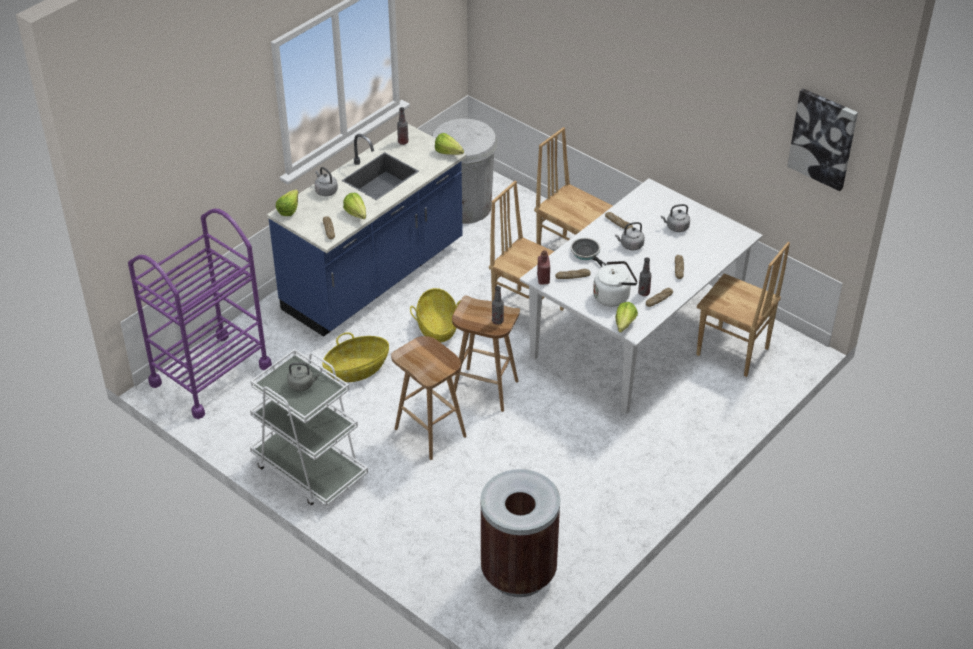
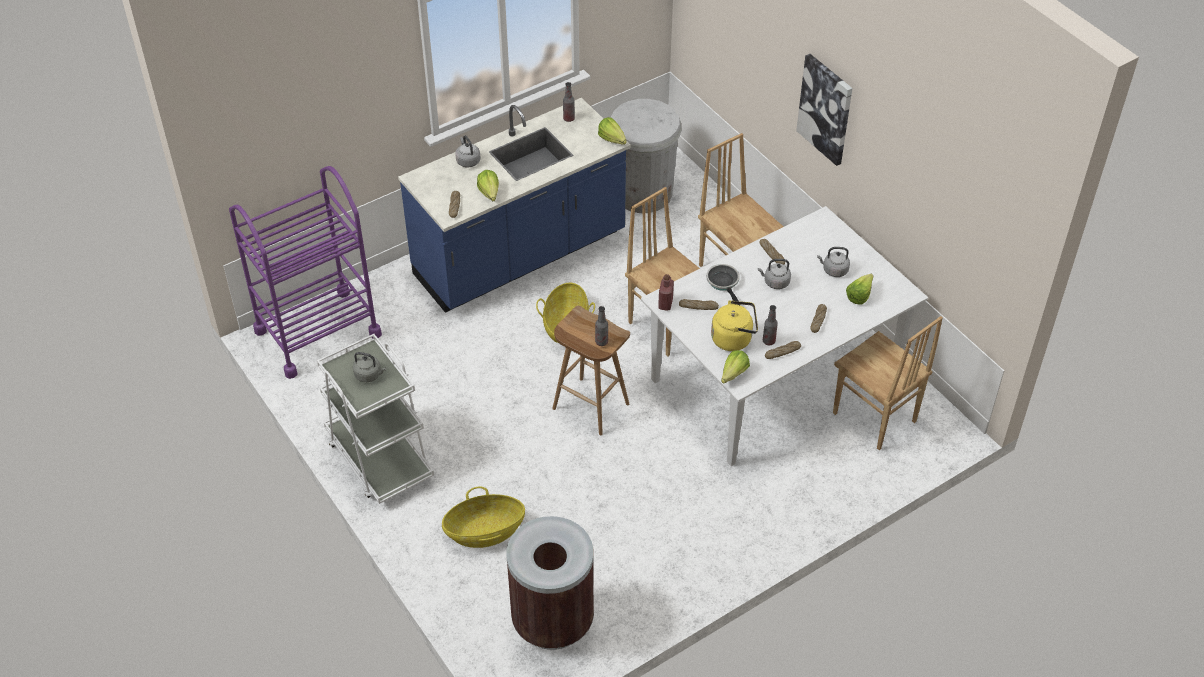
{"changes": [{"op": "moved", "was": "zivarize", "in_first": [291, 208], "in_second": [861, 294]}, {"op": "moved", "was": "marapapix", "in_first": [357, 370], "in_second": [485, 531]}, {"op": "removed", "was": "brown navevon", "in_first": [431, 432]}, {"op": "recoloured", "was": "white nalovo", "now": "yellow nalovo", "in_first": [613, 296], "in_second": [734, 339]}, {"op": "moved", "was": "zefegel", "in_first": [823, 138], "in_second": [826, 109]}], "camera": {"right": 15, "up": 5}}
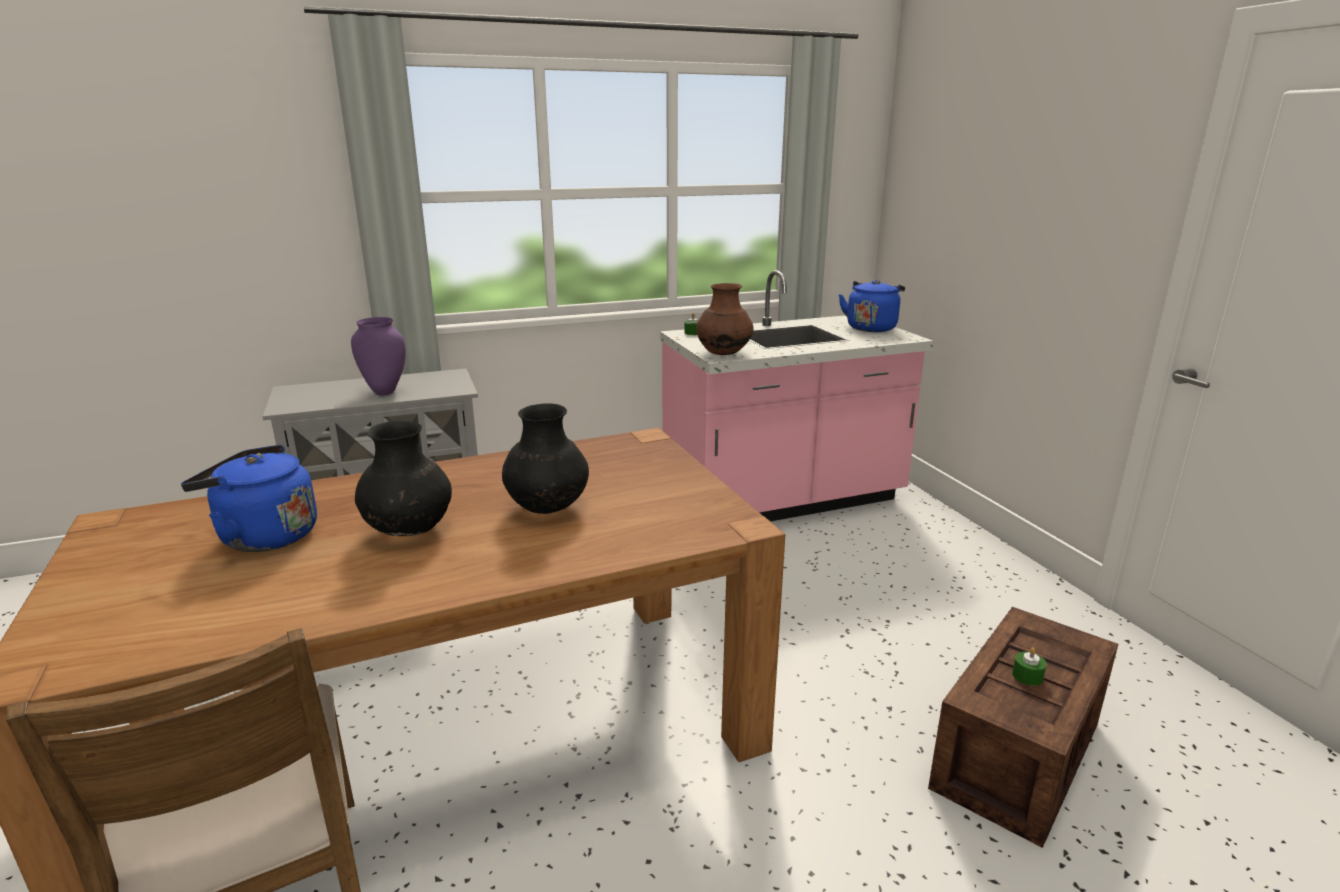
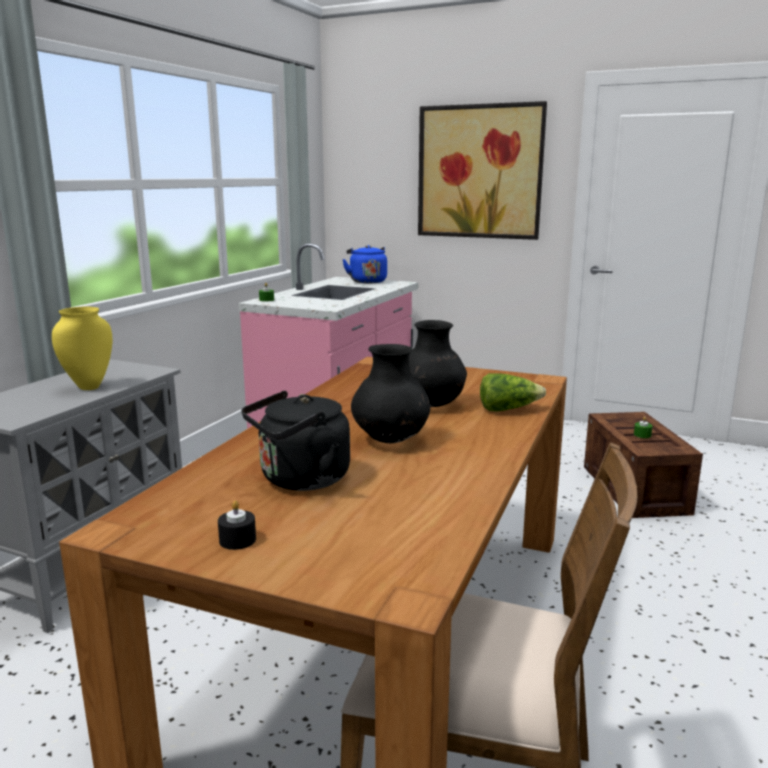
{"changes": [{"op": "recoloured", "was": "blue nalovo", "now": "black nalovo", "in_first": [263, 536], "in_second": [300, 480]}, {"op": "recoloured", "was": "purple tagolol", "now": "yellow tagolol", "in_first": [385, 392], "in_second": [88, 387]}, {"op": "removed", "was": "brown tagolol", "in_first": [723, 354]}, {"op": "added", "now": "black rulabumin", "in_second": [237, 540]}, {"op": "added", "now": "zefegel", "in_second": [479, 172]}, {"op": "added", "now": "zivarize", "in_second": [508, 409]}], "camera": {"right": -45, "up": -5}}
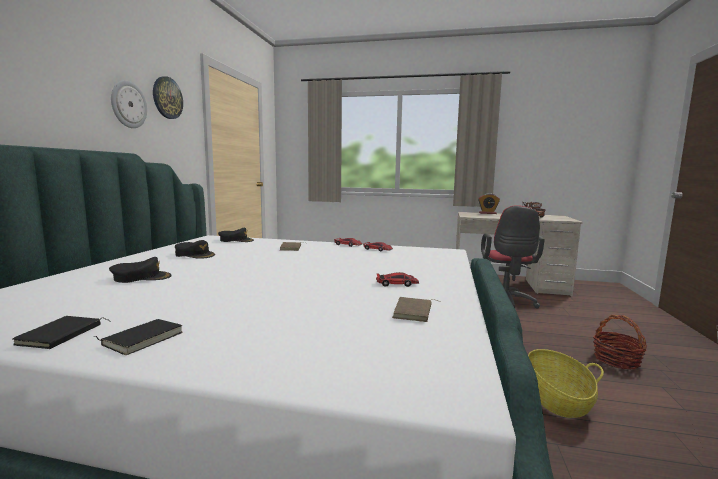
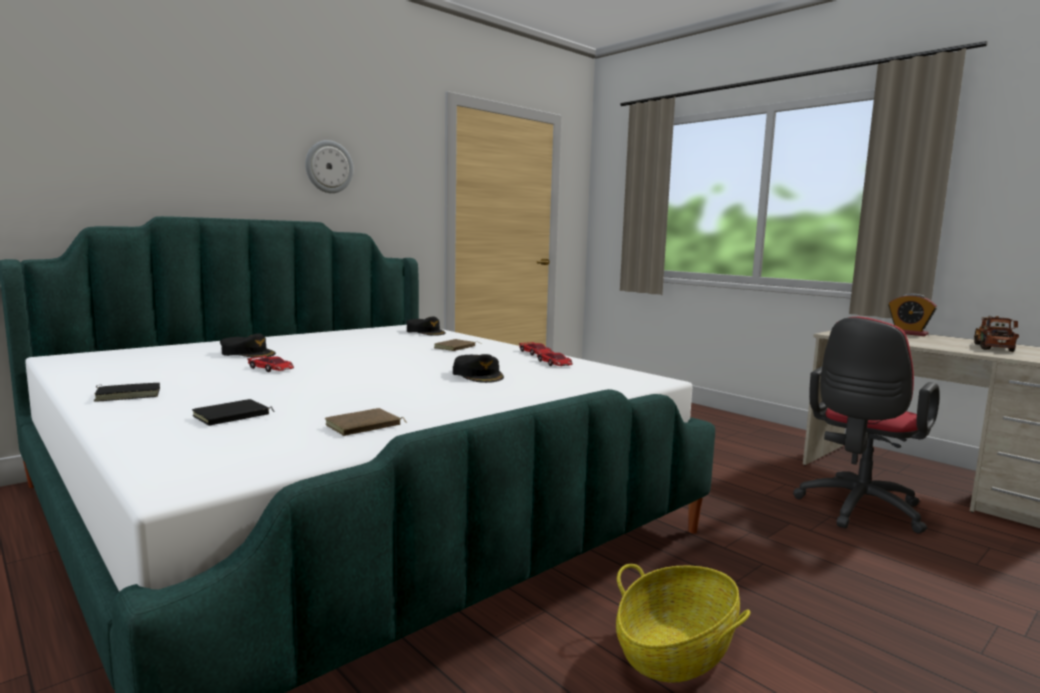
{"changes": [{"op": "moved", "was": "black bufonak", "in_first": [61, 336], "in_second": [232, 417]}, {"op": "removed", "was": "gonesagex", "in_first": [167, 98]}, {"op": "moved", "was": "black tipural", "in_first": [195, 255], "in_second": [478, 375]}, {"op": "moved", "was": "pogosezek", "in_first": [397, 283], "in_second": [271, 368]}, {"op": "removed", "was": "marapapix", "in_first": [616, 360]}], "camera": {"right": 35, "up": 0}}
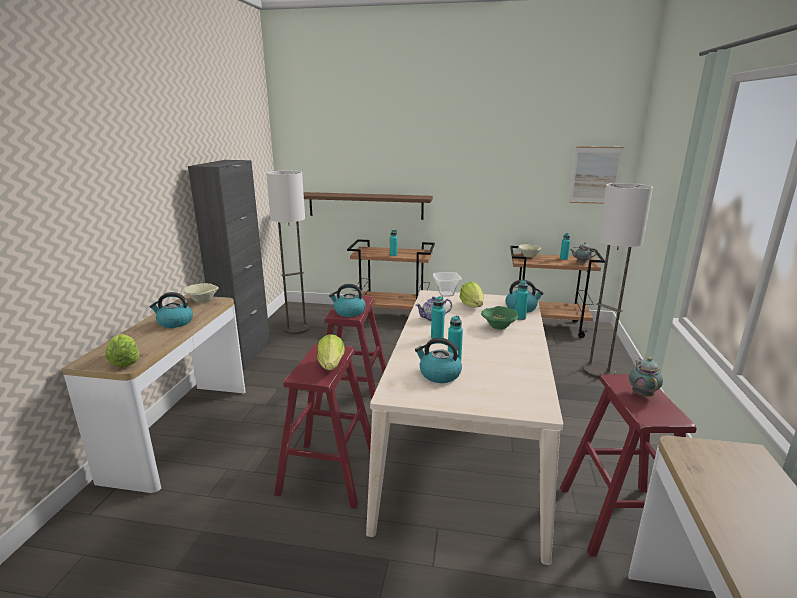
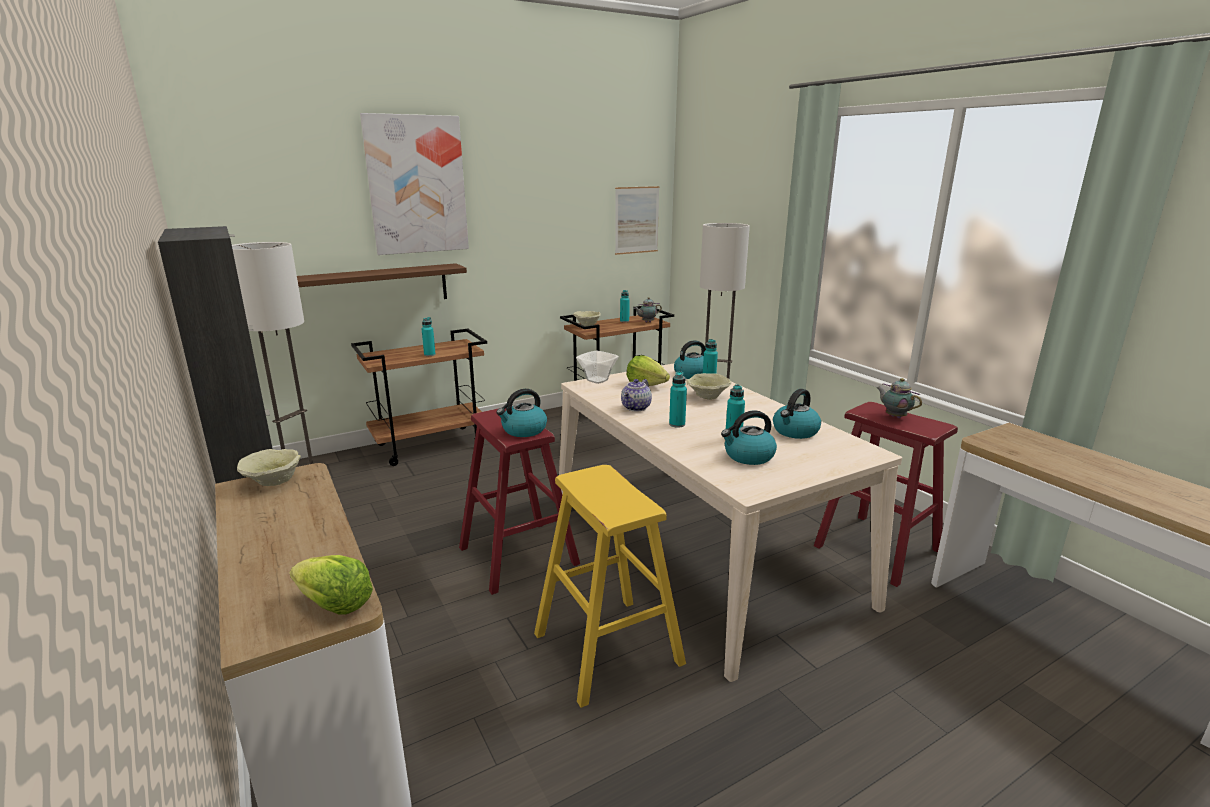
{"changes": [{"op": "moved", "was": "nalovo", "in_first": [174, 322], "in_second": [795, 431]}, {"op": "recoloured", "was": "red navevon", "now": "yellow navevon", "in_first": [328, 473], "in_second": [607, 648]}, {"op": "removed", "was": "zivarize", "in_first": [331, 365]}, {"op": "recoloured", "was": "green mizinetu", "now": "beige mizinetu", "in_first": [498, 327], "in_second": [707, 397]}, {"op": "added", "now": "zefegel", "in_second": [417, 185]}], "camera": {"right": -40, "up": 0}}
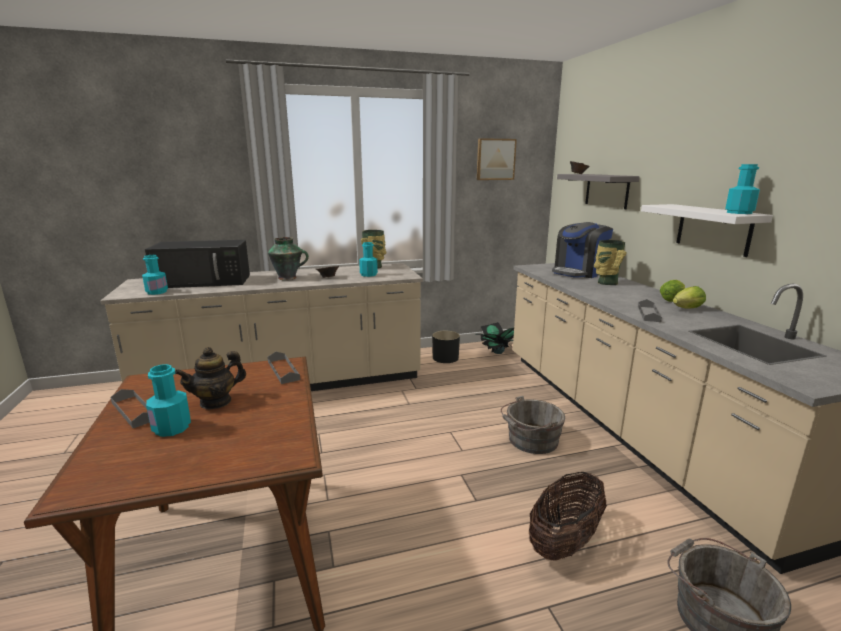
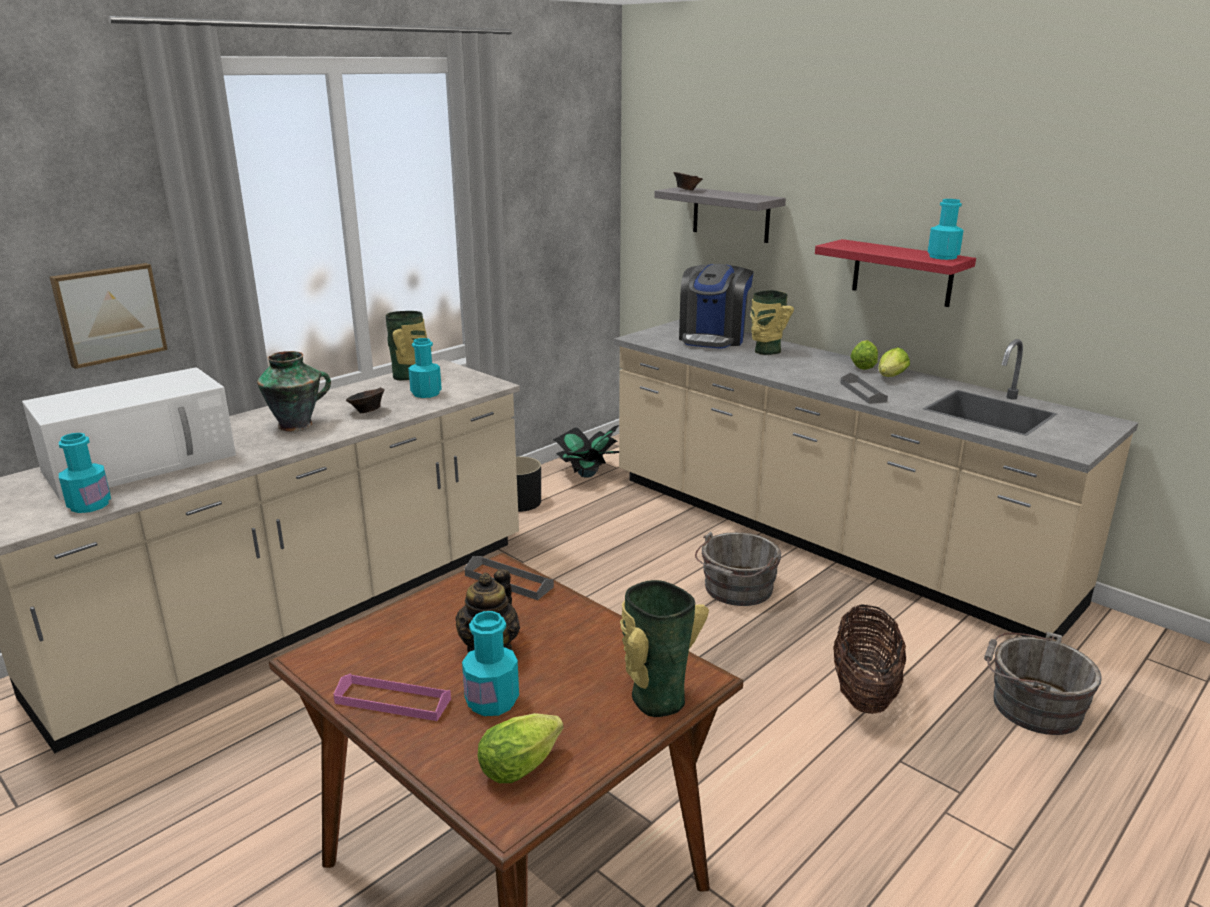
{"changes": [{"op": "recoloured", "was": "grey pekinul", "now": "pink pekinul", "in_first": [134, 411], "in_second": [393, 701]}, {"op": "recoloured", "was": "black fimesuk", "now": "white fimesuk", "in_first": [205, 281], "in_second": [143, 462]}, {"op": "moved", "was": "zefegel", "in_first": [495, 159], "in_second": [109, 314]}, {"op": "recoloured", "was": "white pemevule", "now": "red pemevule", "in_first": [713, 229], "in_second": [902, 273]}, {"op": "added", "now": "zivarize", "in_second": [524, 764]}, {"op": "added", "now": "tagolol", "in_second": [655, 697]}], "camera": {"right": -30, "up": 5}}
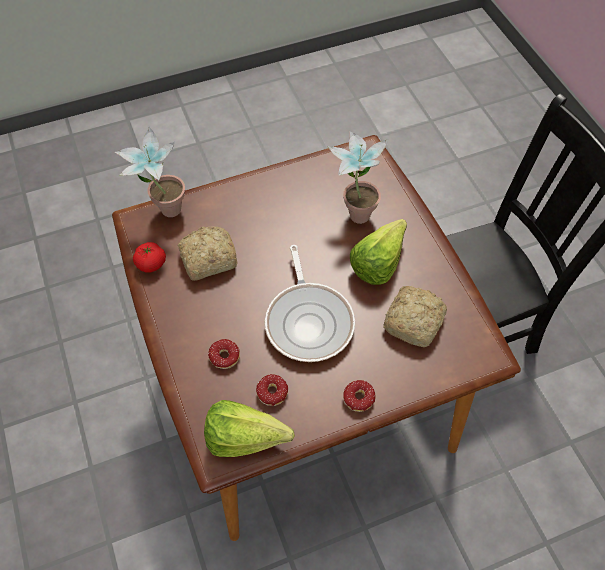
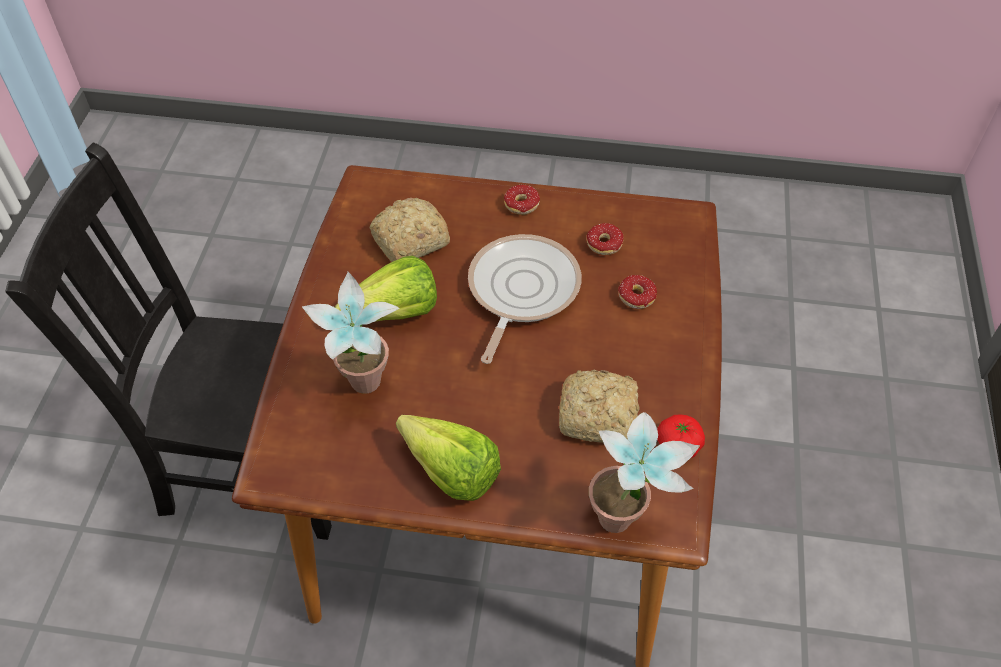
{"changes": [{"op": "moved", "was": "zivarize", "in_first": [251, 441], "in_second": [445, 466]}], "camera": {"right": -150, "up": -5}}
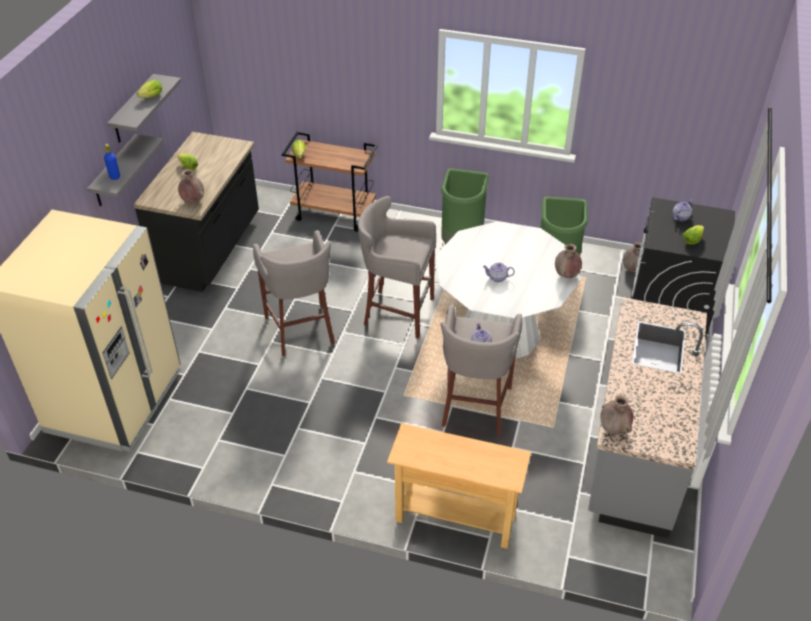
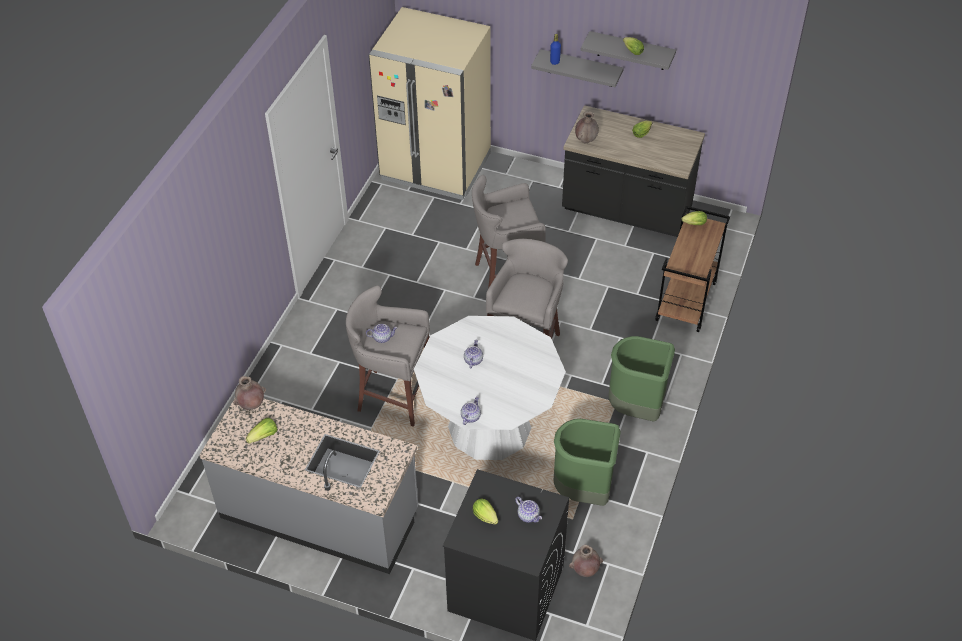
{"changes": [{"op": "removed", "was": "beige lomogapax", "in_first": [455, 518]}, {"op": "replaced", "was": "brown tagolol", "now": "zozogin", "in_first": [566, 275], "in_second": [470, 416]}, {"op": "added", "now": "zivarize", "in_second": [264, 436]}], "camera": {"right": 95, "up": 5}}
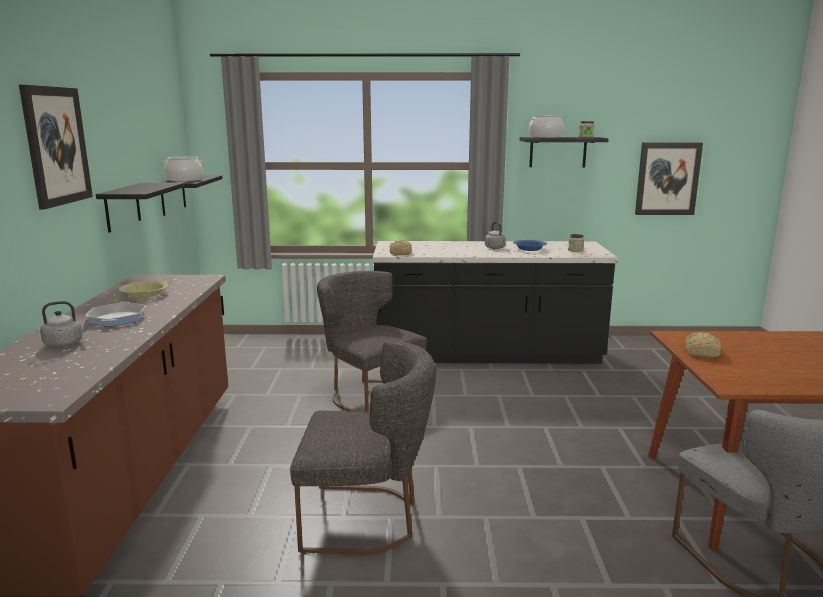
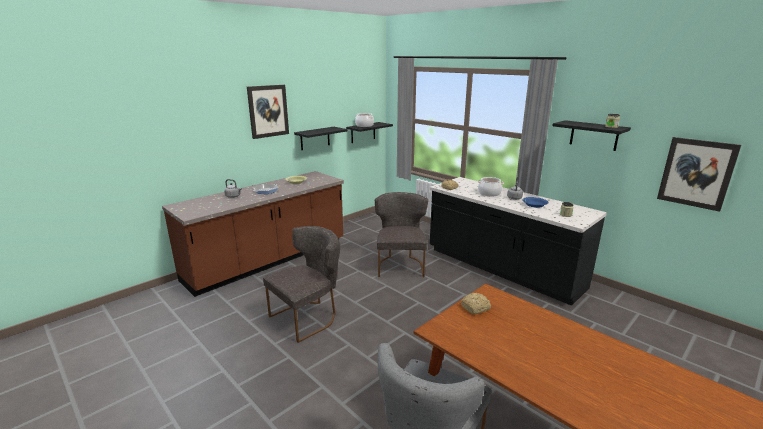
{"changes": [{"op": "turned", "was": "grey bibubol", "in_first": [367, 519], "in_second": [308, 317], "clockwise": -90}, {"op": "moved", "was": "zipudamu", "in_first": [545, 137], "in_second": [489, 193]}], "camera": {"right": 45, "up": 5}}
